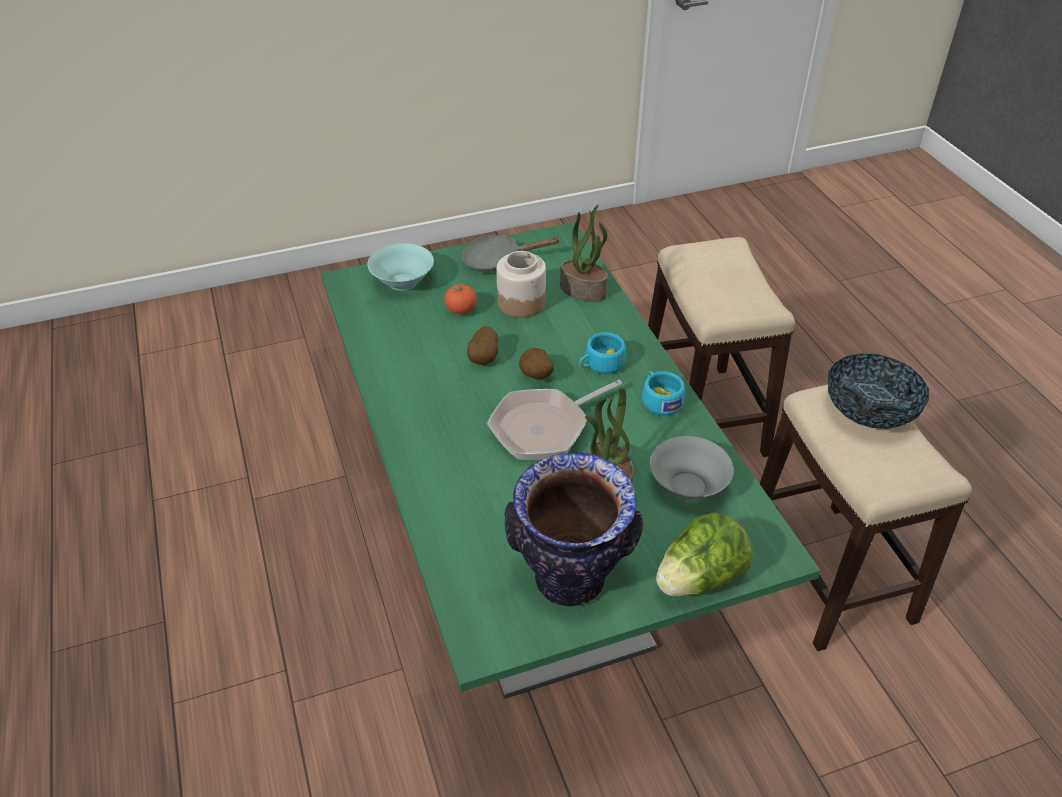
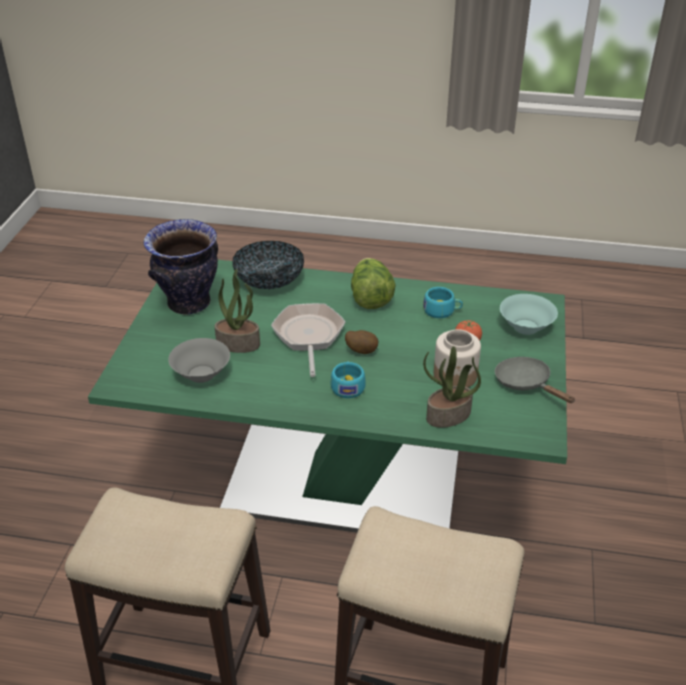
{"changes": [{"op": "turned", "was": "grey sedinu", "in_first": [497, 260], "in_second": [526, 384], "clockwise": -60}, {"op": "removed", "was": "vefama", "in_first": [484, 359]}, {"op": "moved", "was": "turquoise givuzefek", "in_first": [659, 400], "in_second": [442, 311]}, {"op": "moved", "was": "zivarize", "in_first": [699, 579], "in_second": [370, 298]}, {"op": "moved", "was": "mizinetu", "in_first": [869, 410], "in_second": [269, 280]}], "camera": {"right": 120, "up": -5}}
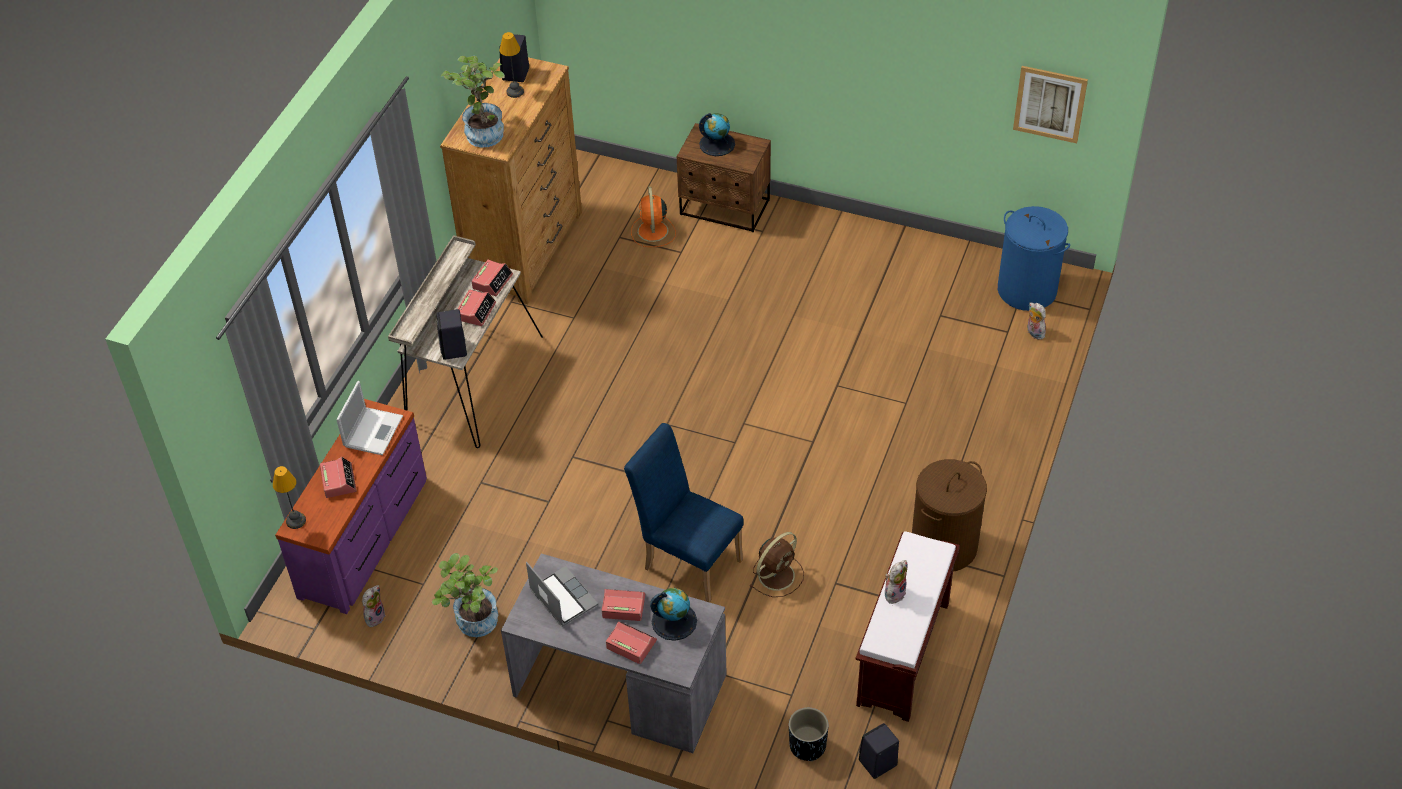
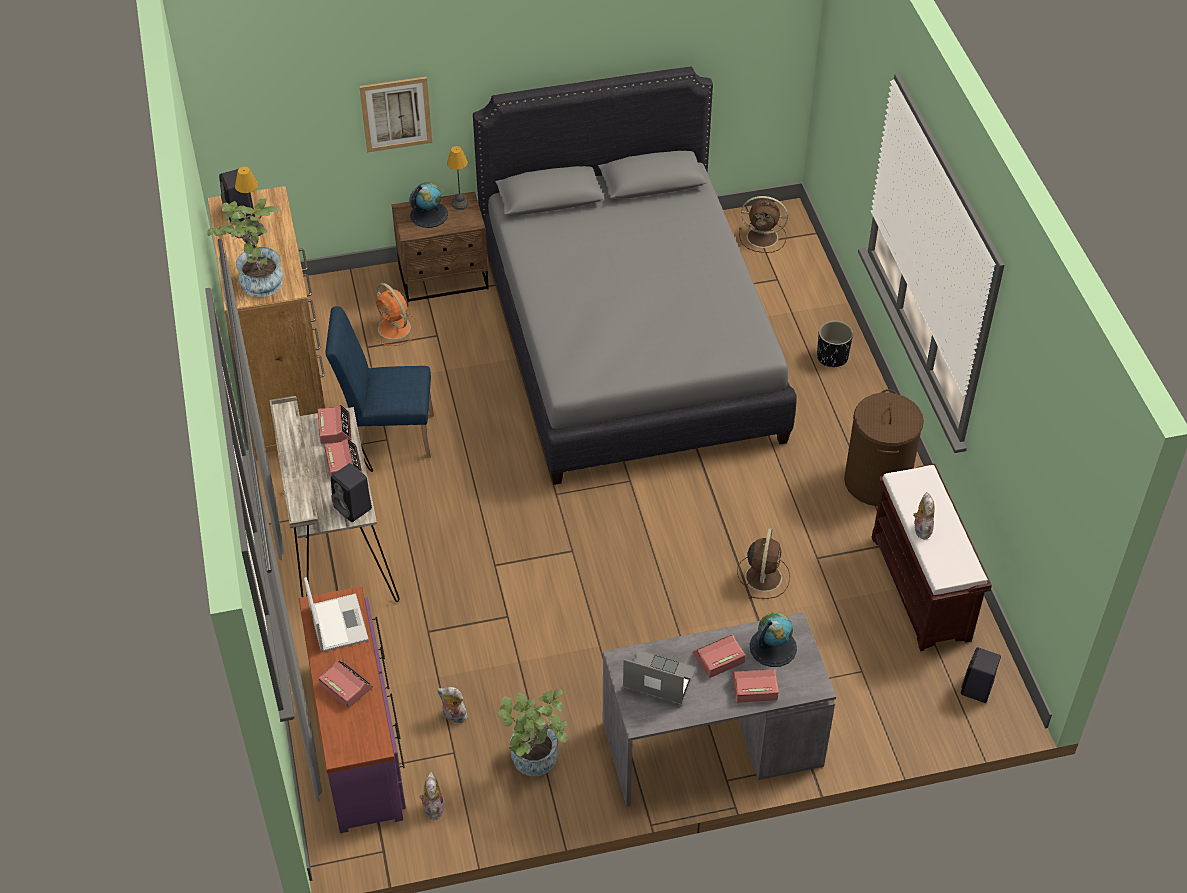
{"changes": [{"op": "moved", "was": "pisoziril", "in_first": [296, 520], "in_second": [460, 203]}, {"op": "moved", "was": "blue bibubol", "in_first": [687, 560], "in_second": [387, 434]}, {"op": "moved", "was": "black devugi", "in_first": [807, 746], "in_second": [832, 357]}, {"op": "replaced", "was": "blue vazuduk", "now": "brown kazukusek", "in_first": [1027, 290], "in_second": [763, 237]}, {"op": "moved", "was": "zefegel", "in_first": [1050, 104], "in_second": [396, 114]}, {"op": "moved", "was": "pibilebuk", "in_first": [1034, 333], "in_second": [453, 716]}, {"op": "added", "now": "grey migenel", "in_second": [629, 344]}], "camera": {"right": -35, "up": 0}}
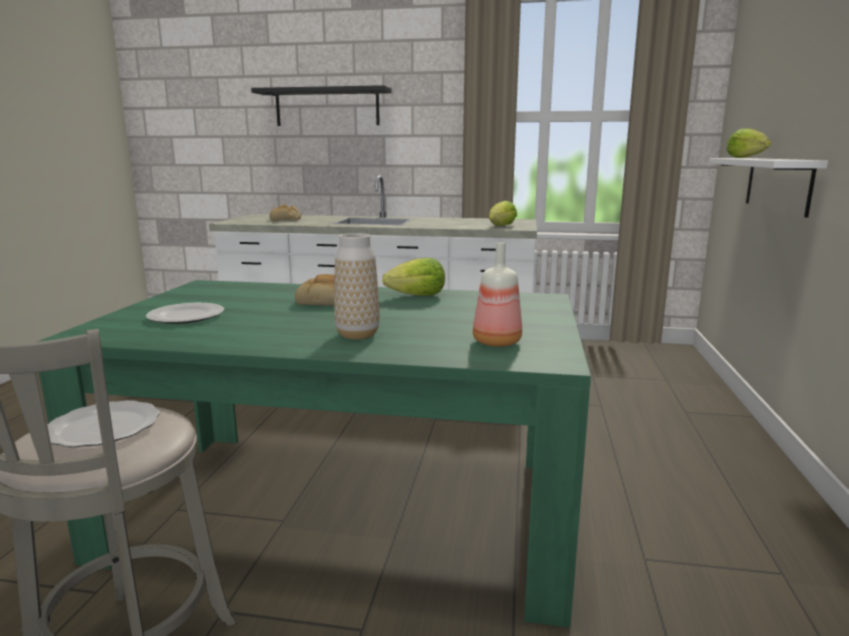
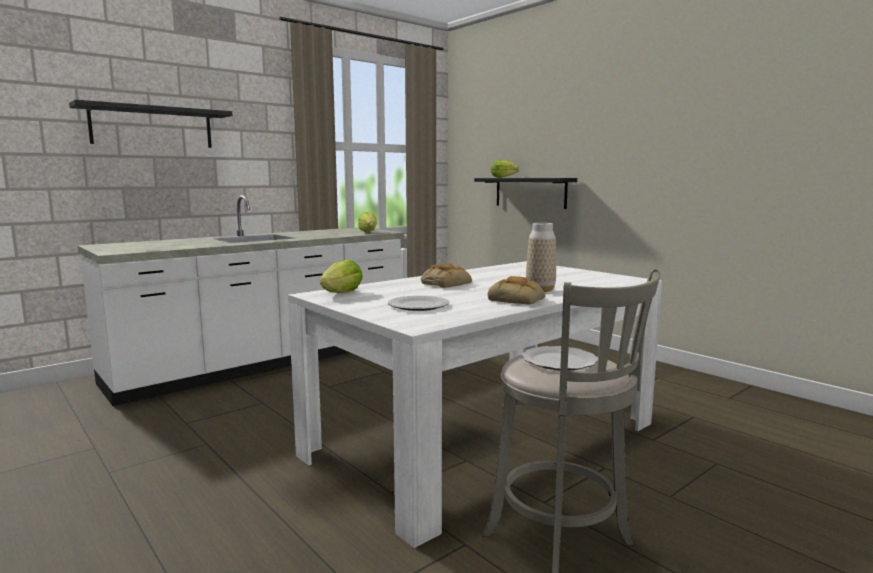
{"changes": [{"op": "recoloured", "was": "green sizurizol", "now": "white sizurizol", "in_first": [346, 510], "in_second": [484, 439]}, {"op": "moved", "was": "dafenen", "in_first": [285, 219], "in_second": [518, 299]}, {"op": "moved", "was": "zivarize", "in_first": [417, 296], "in_second": [342, 293]}, {"op": "removed", "was": "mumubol", "in_first": [495, 342]}, {"op": "recoloured", "was": "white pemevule", "now": "black pemevule", "in_first": [777, 184], "in_second": [530, 192]}], "camera": {"right": -50, "up": -5}}
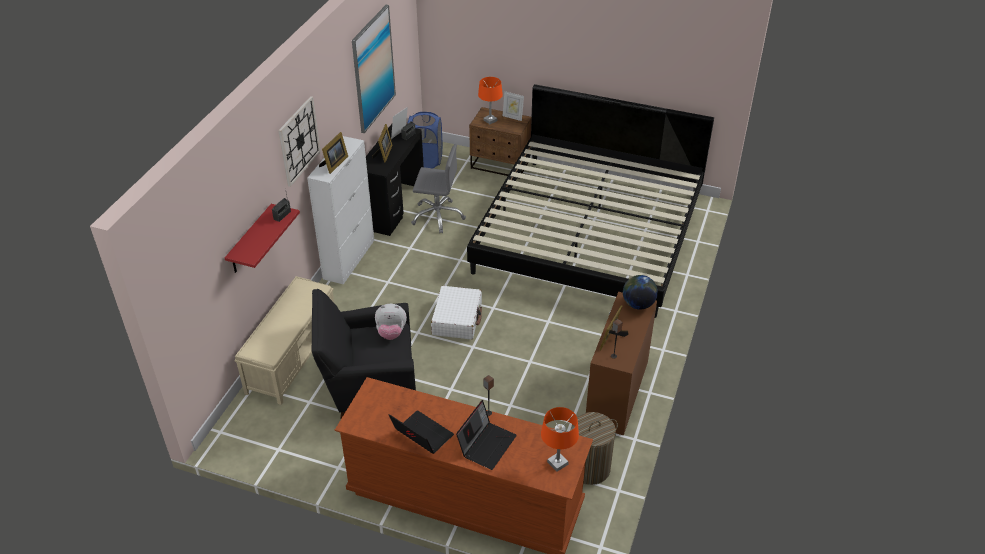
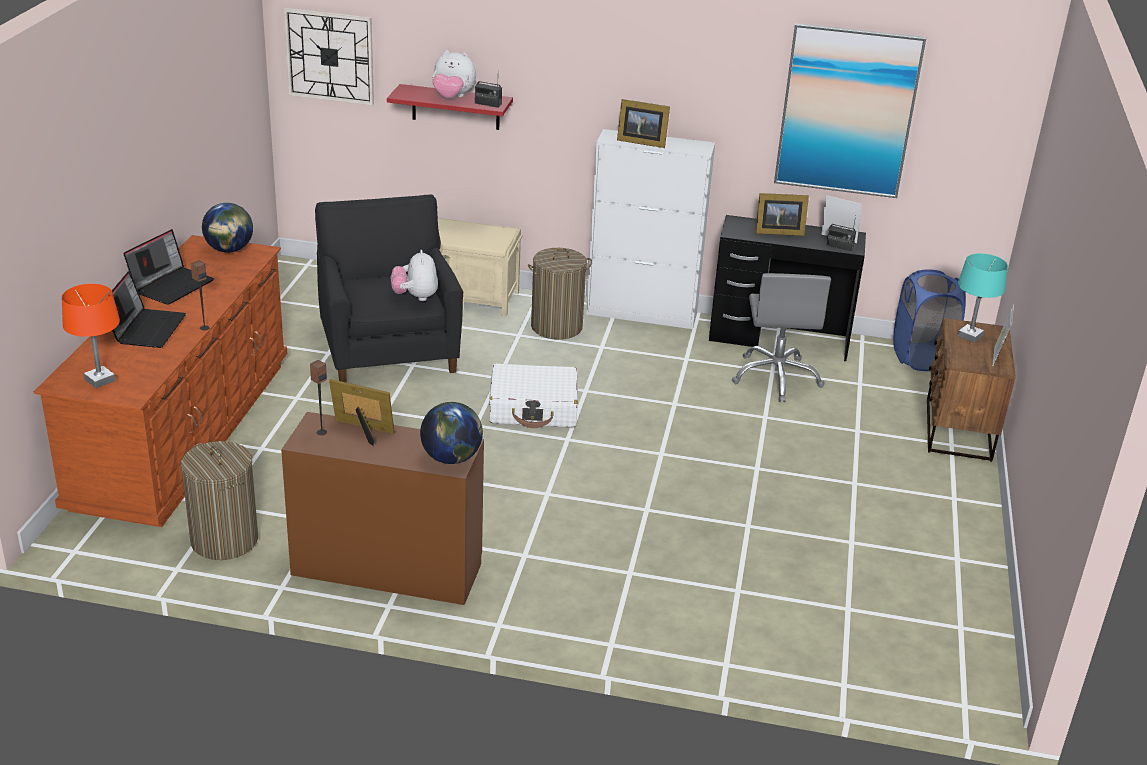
{"changes": [{"op": "moved", "was": "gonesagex", "in_first": [299, 141], "in_second": [330, 56]}, {"op": "turned", "was": "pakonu", "in_first": [487, 444], "in_second": [146, 328], "clockwise": -105}, {"op": "removed", "was": "migenel", "in_first": [589, 232]}, {"op": "recoloured", "was": "orange pisoziril", "now": "turquoise pisoziril", "in_first": [490, 120], "in_second": [970, 336]}, {"op": "added", "now": "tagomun", "in_second": [229, 250]}, {"op": "added", "now": "pibilebuk", "in_second": [452, 97]}, {"op": "added", "now": "vazuduk", "in_second": [556, 327]}], "camera": {"right": 80, "up": -10}}
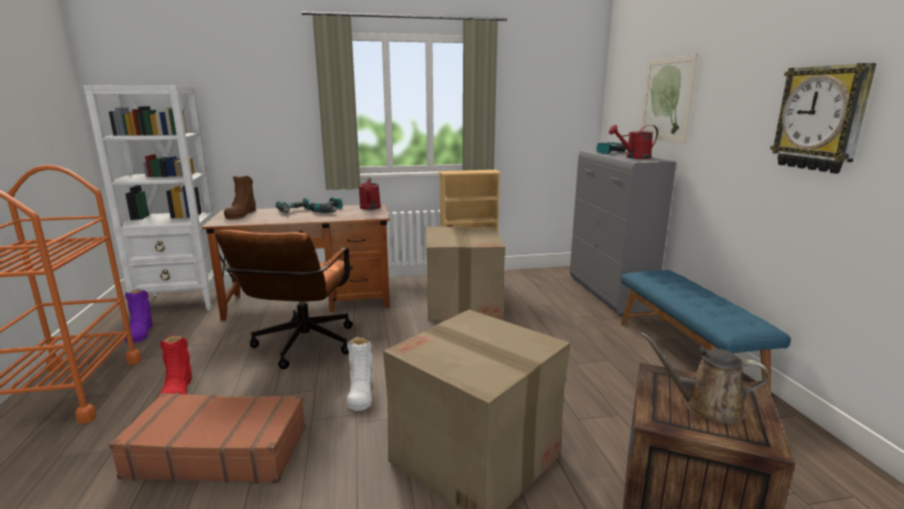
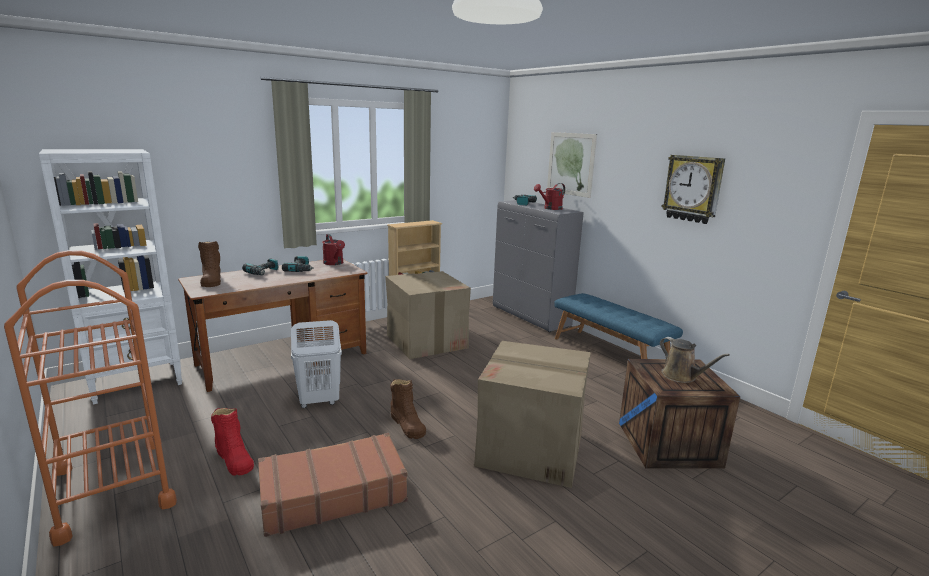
{"changes": [{"op": "removed", "was": "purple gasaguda", "in_first": [140, 332]}, {"op": "replaced", "was": "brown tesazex", "now": "white vazuduk", "in_first": [301, 348], "in_second": [319, 401]}, {"op": "recoloured", "was": "white gasaguda", "now": "brown gasaguda", "in_first": [360, 392], "in_second": [407, 425]}, {"op": "turned", "was": "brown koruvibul", "in_first": [706, 406], "in_second": [681, 376], "clockwise": -120}], "camera": {"right": -25, "up": 0}}
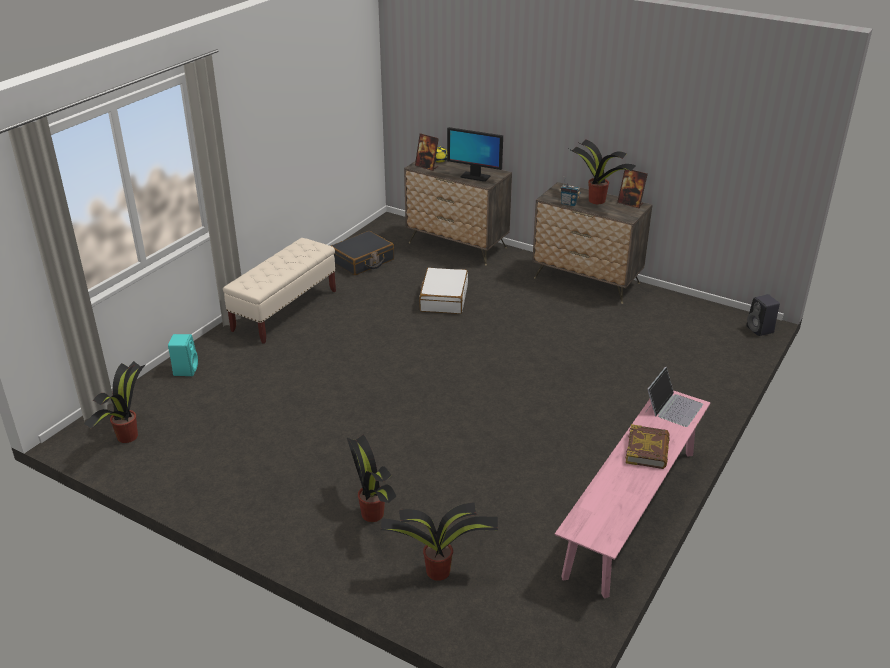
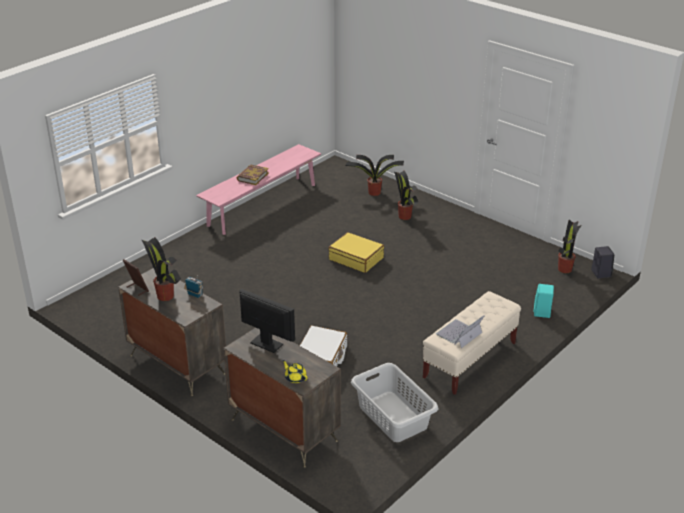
{"changes": [{"op": "replaced", "was": "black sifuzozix", "now": "grey vazuduk", "in_first": [362, 261], "in_second": [392, 417]}, {"op": "removed", "was": "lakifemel", "in_first": [426, 166]}, {"op": "moved", "was": "pakonu", "in_first": [673, 407], "in_second": [459, 334]}, {"op": "moved", "was": "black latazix", "in_first": [760, 330], "in_second": [600, 273]}, {"op": "added", "now": "yellow sifuzozix", "in_second": [356, 259]}], "camera": {"right": -170, "up": 0}}
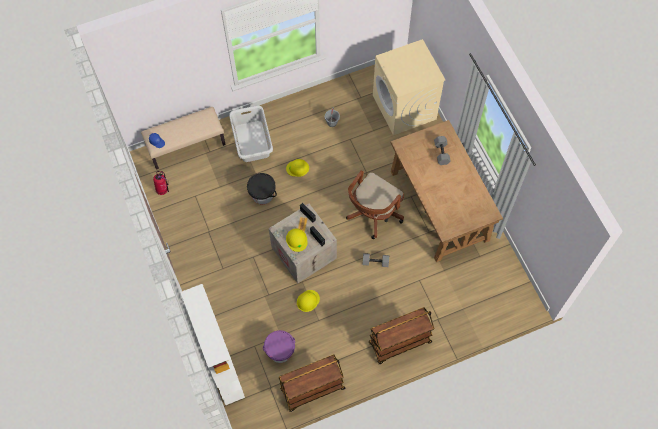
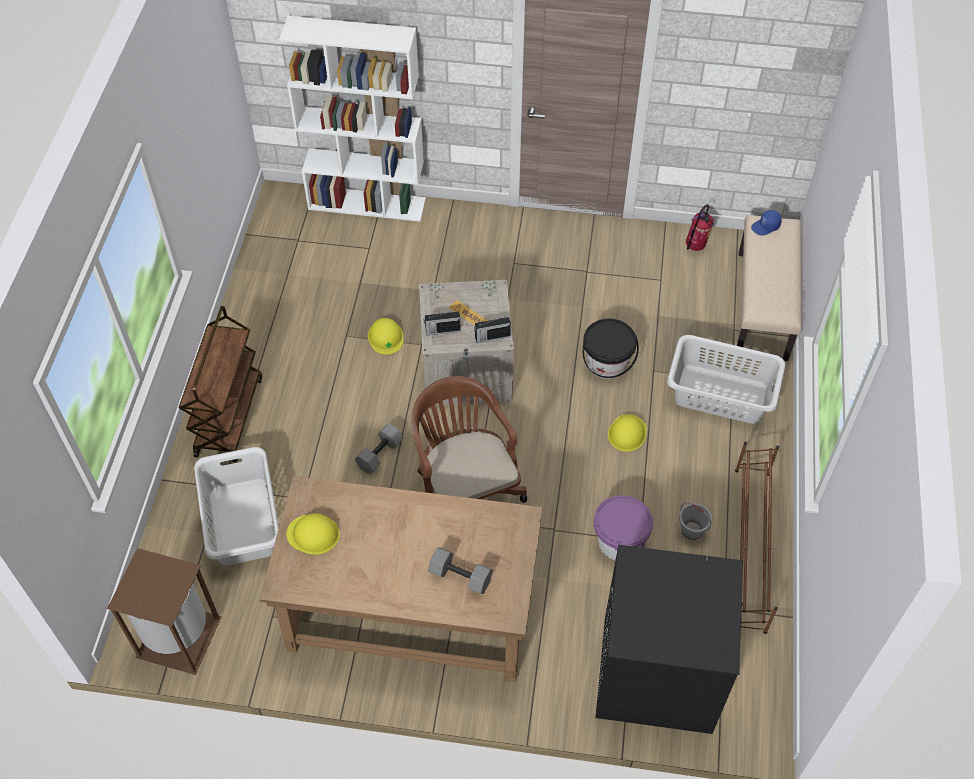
{"changes": [{"op": "moved", "was": "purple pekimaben", "in_first": [280, 351], "in_second": [619, 541]}, {"op": "removed", "was": "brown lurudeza", "in_first": [312, 390]}, {"op": "moved", "was": "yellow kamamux", "in_first": [296, 239], "in_second": [313, 534]}, {"op": "recoloured", "was": "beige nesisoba", "now": "black nesisoba", "in_first": [404, 107], "in_second": [656, 674]}, {"op": "added", "now": "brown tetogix", "in_second": [177, 638]}, {"op": "added", "now": "grey vazuduk", "in_second": [242, 522]}, {"op": "added", "now": "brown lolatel", "in_second": [749, 548]}], "camera": {"right": 120, "up": -10}}
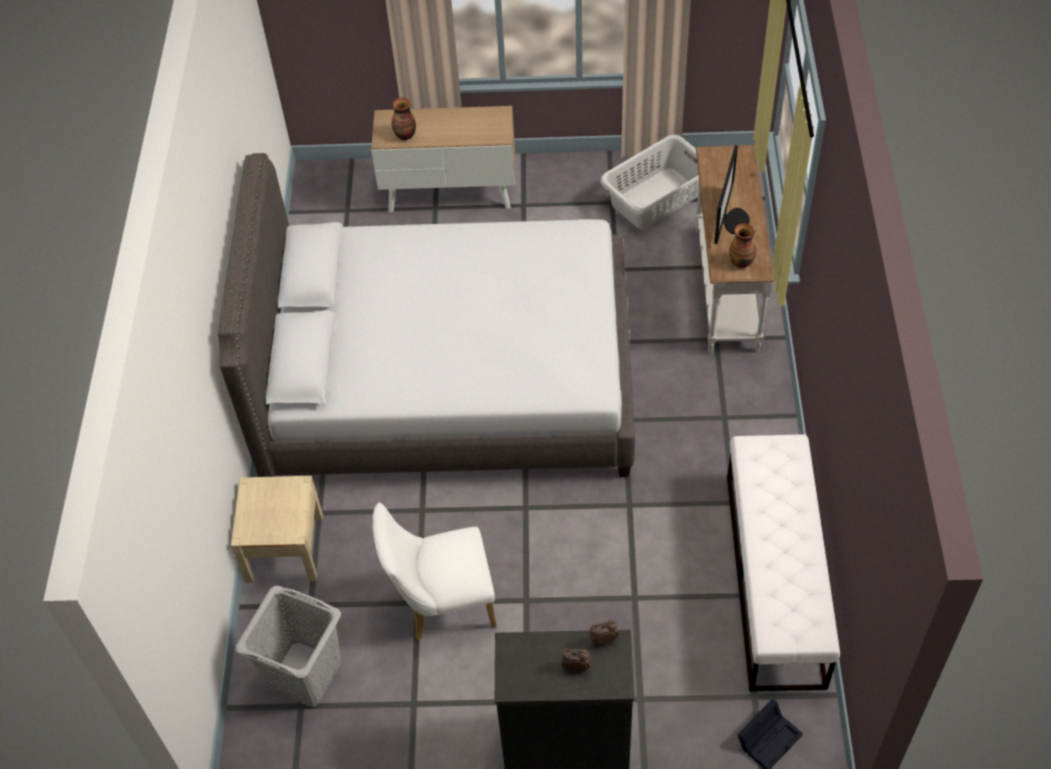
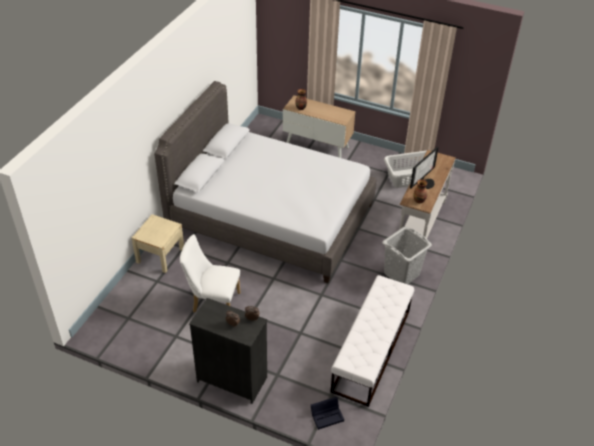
{"changes": [{"op": "moved", "was": "grey vazuduk", "in_first": [303, 674], "in_second": [401, 274]}], "camera": {"right": 20, "up": -10}}
